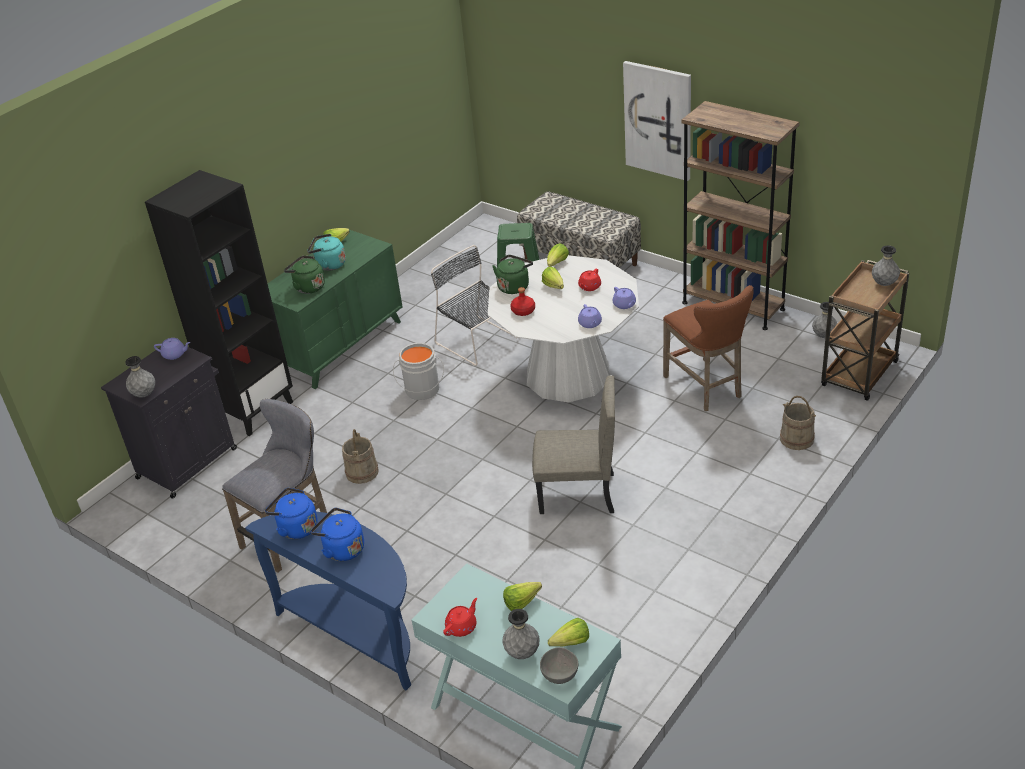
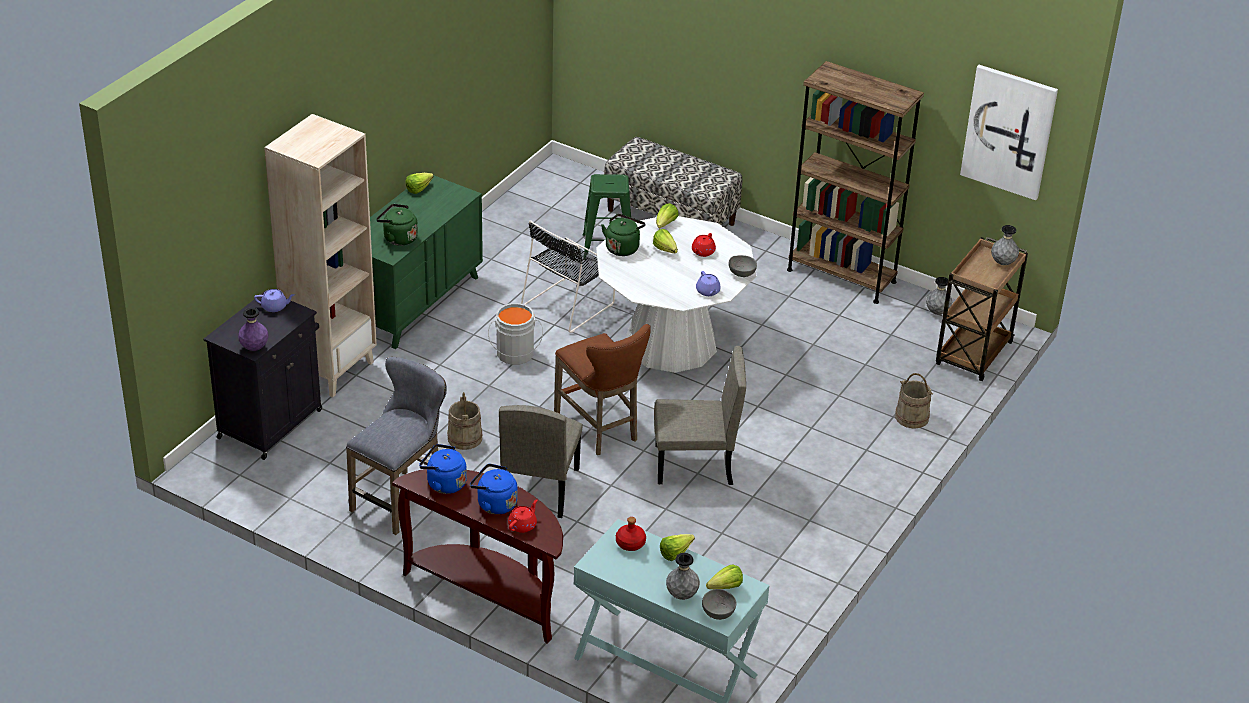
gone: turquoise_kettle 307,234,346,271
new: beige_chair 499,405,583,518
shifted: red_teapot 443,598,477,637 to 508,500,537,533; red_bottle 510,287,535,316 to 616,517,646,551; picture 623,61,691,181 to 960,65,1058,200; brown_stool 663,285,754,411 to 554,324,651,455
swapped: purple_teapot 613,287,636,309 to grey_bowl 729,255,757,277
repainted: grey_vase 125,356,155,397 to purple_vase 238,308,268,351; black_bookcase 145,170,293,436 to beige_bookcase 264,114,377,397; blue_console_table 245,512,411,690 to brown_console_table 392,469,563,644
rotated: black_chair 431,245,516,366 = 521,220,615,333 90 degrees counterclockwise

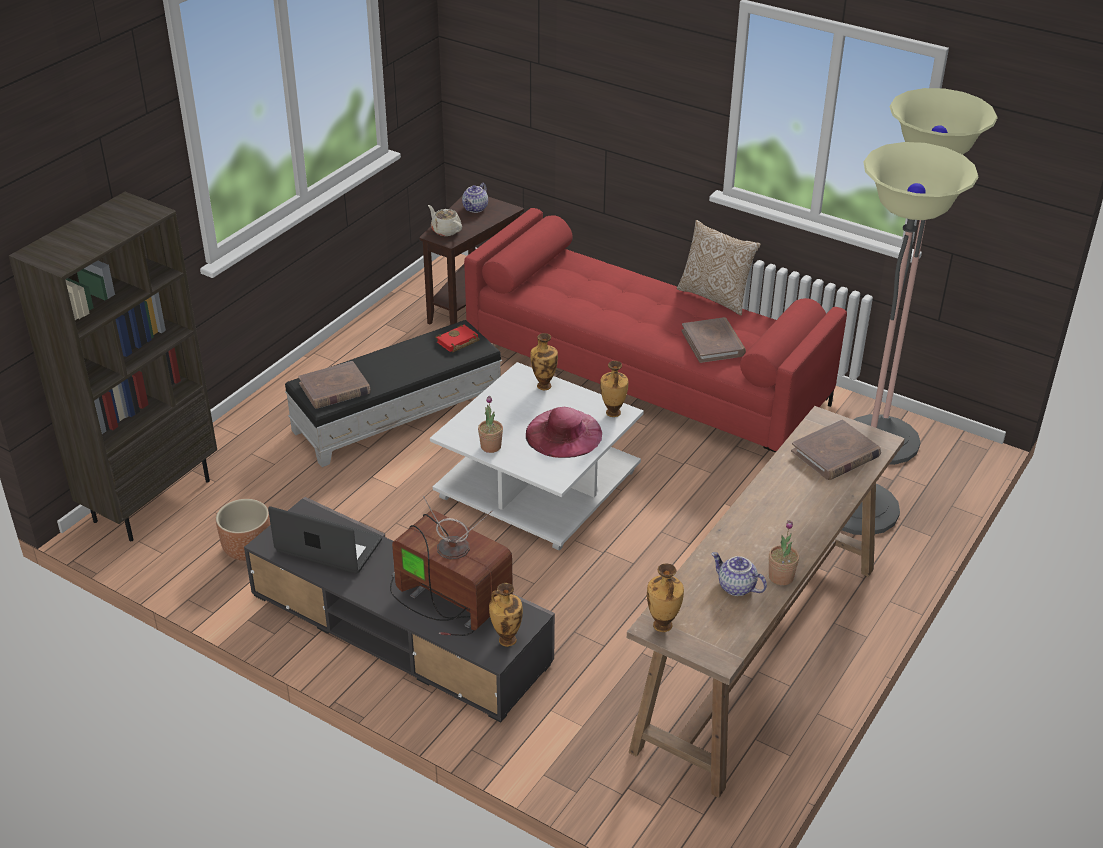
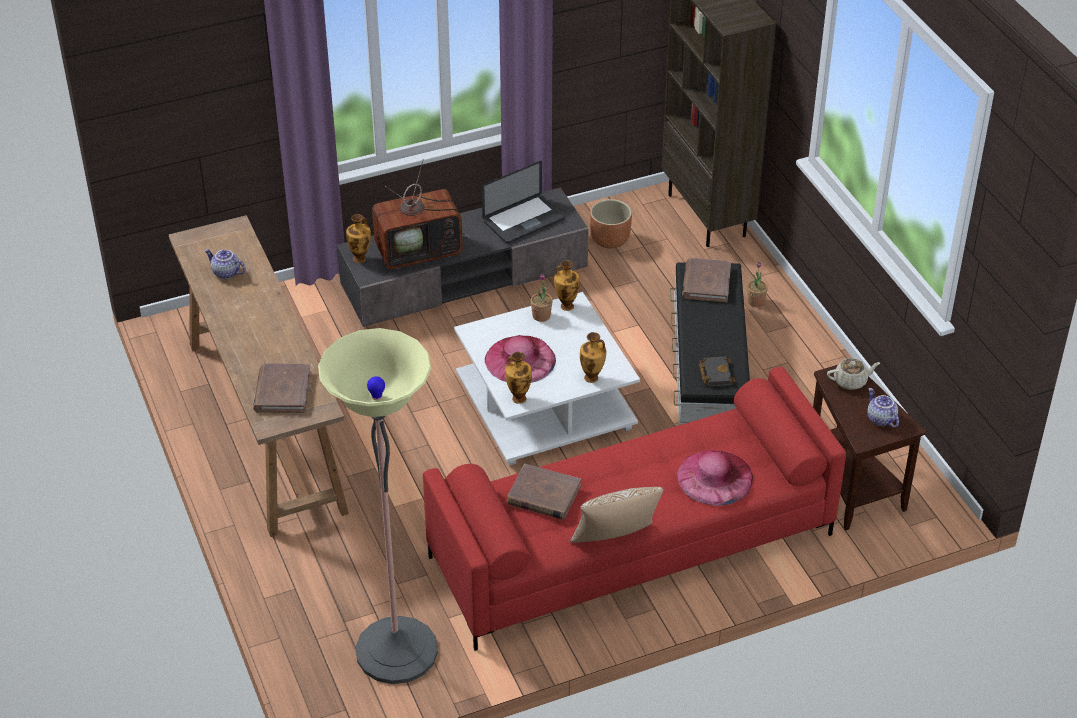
gone: floor_lamp 842,142,979,535
new: pink_hat 677,450,753,505
shifted: vase 647,563,684,632 to 554,260,580,311; potted_plant 769,520,799,585 to 747,262,768,307
repainted: red_book 435,324,480,352 to black_book 699,356,736,387
rotated: teapot 712,552,767,596 = 204,249,245,279 135 degrees counterclockwise

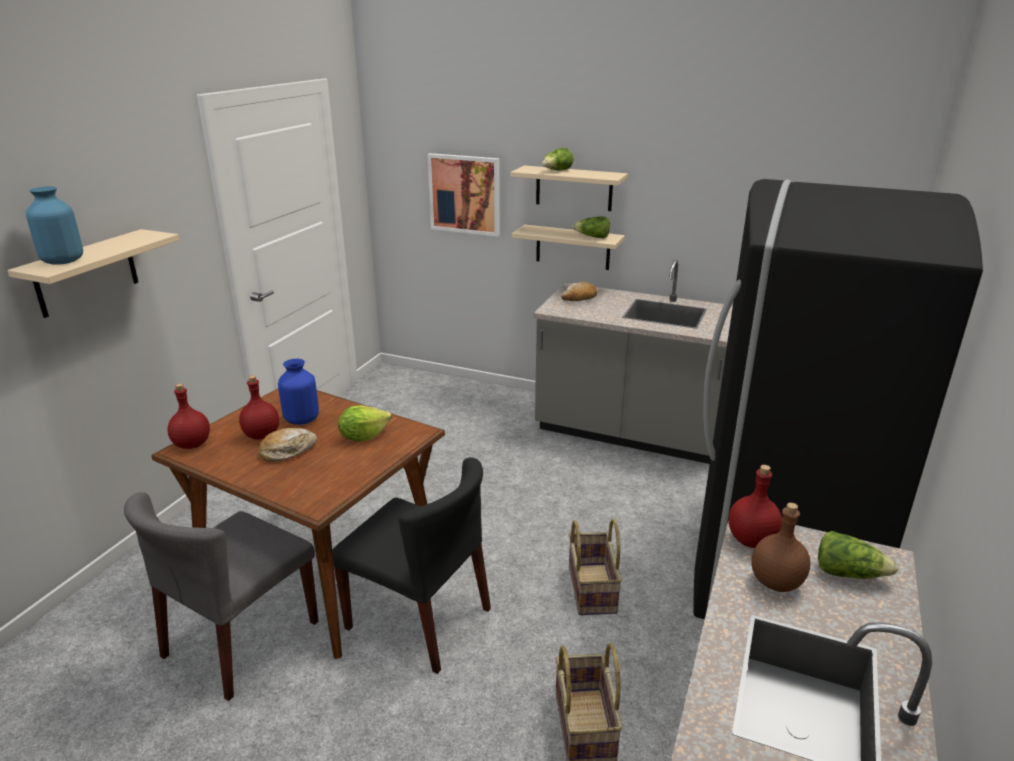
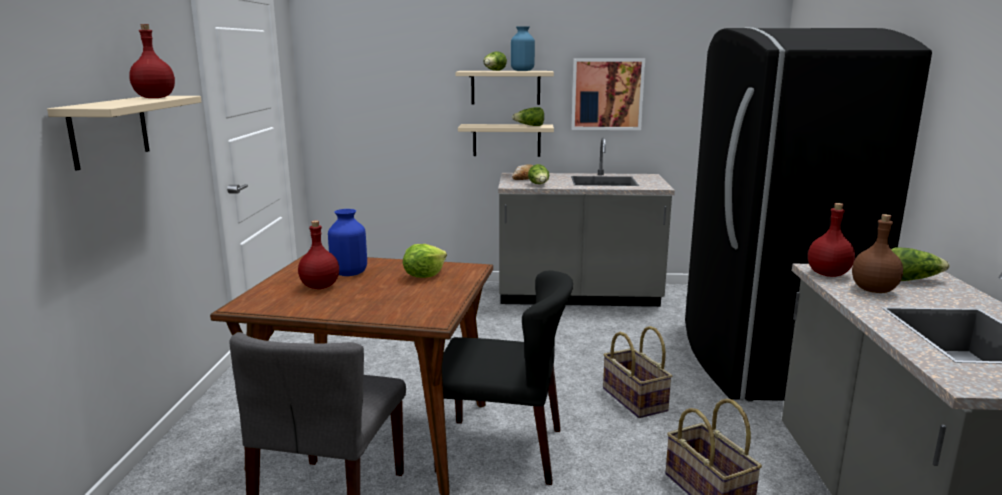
gone: bread 259,428,317,462
new: lettuce 528,164,549,184
shifted: blue_vase 26,186,83,265 to 511,26,535,71; red_bottle 167,384,210,449 to 129,24,175,98; picture 427,153,500,237 to 571,58,645,130

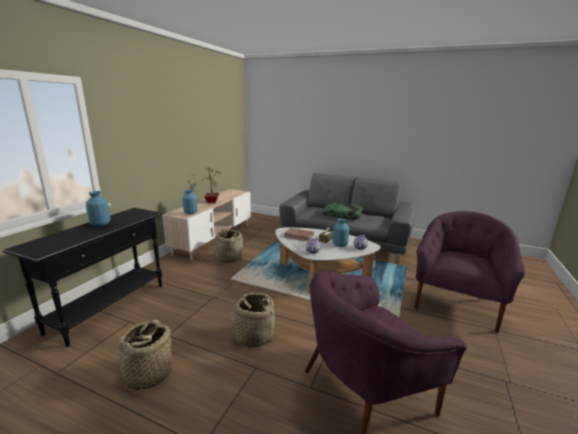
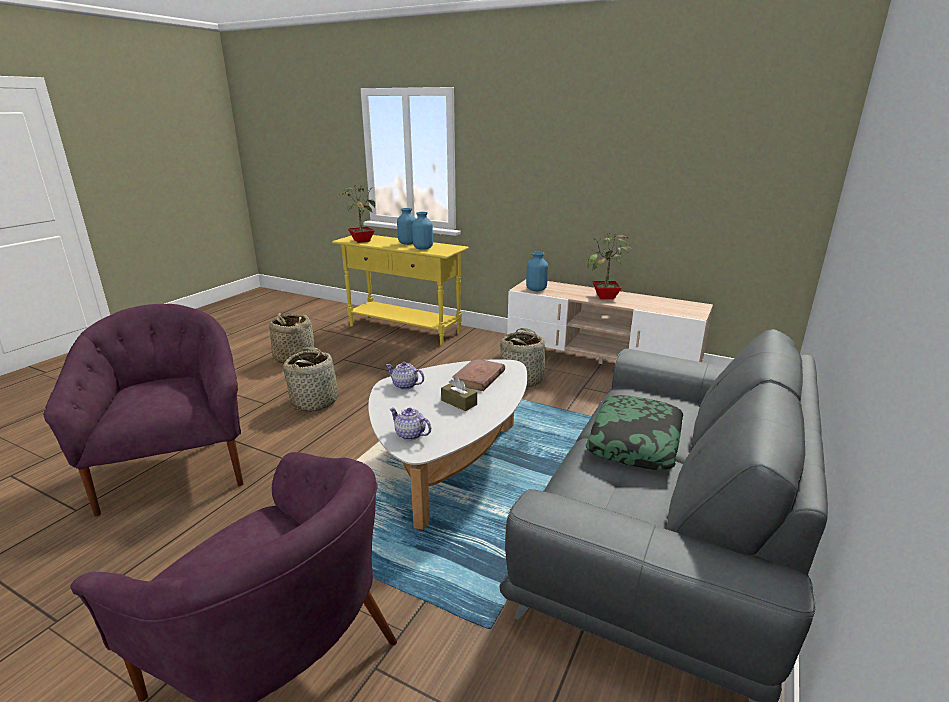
new: potted_plant 340,184,375,243
shifted: blue_vase 333,218,349,247 to 412,212,433,250
repainted: black_console_table 3,208,163,347 to yellow_console_table 332,235,469,346

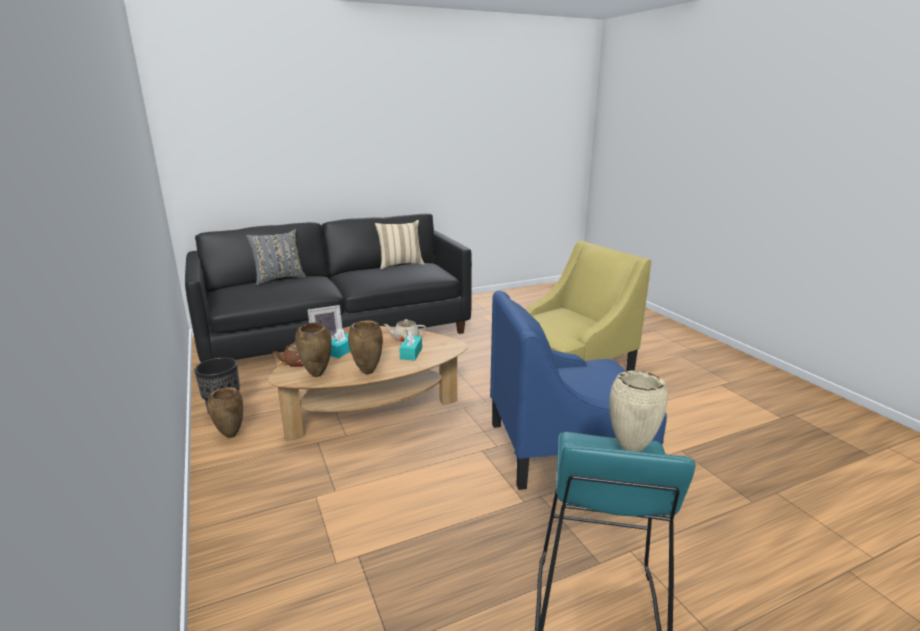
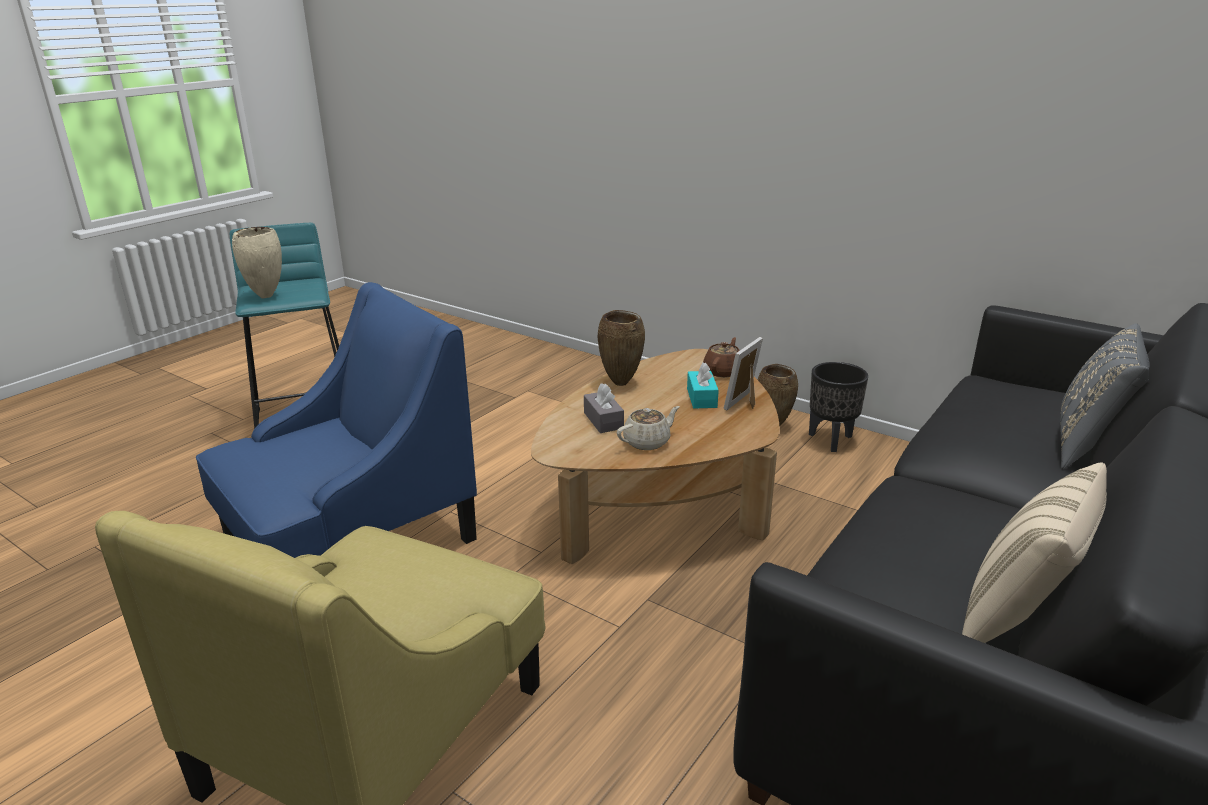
gone: brown_vase 295,322,332,377
repainted: turquoise_tissue_box 400,330,422,360 to grey_tissue_box 584,383,624,433

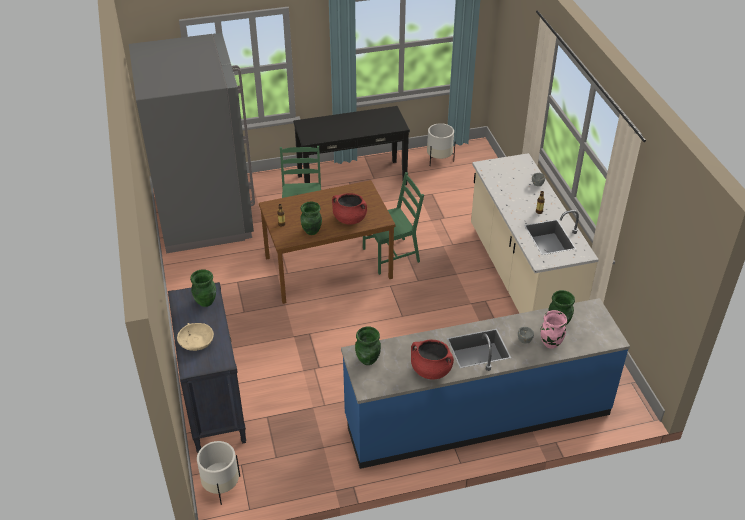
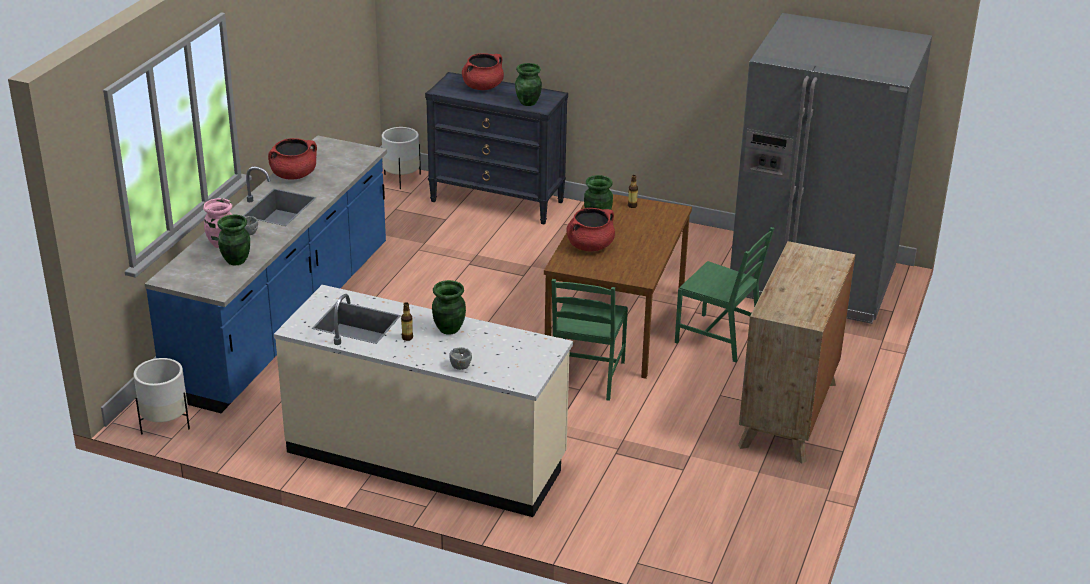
shifted: green_vase 355,326,381,365 to 432,280,466,335; white_planter 427,123,455,166 to 134,358,190,435
swapped: beige_bowl 177,323,214,351 to red_cooking_pot 462,53,504,90; black_console_table 293,106,410,185 to brown_dresser 738,241,855,464

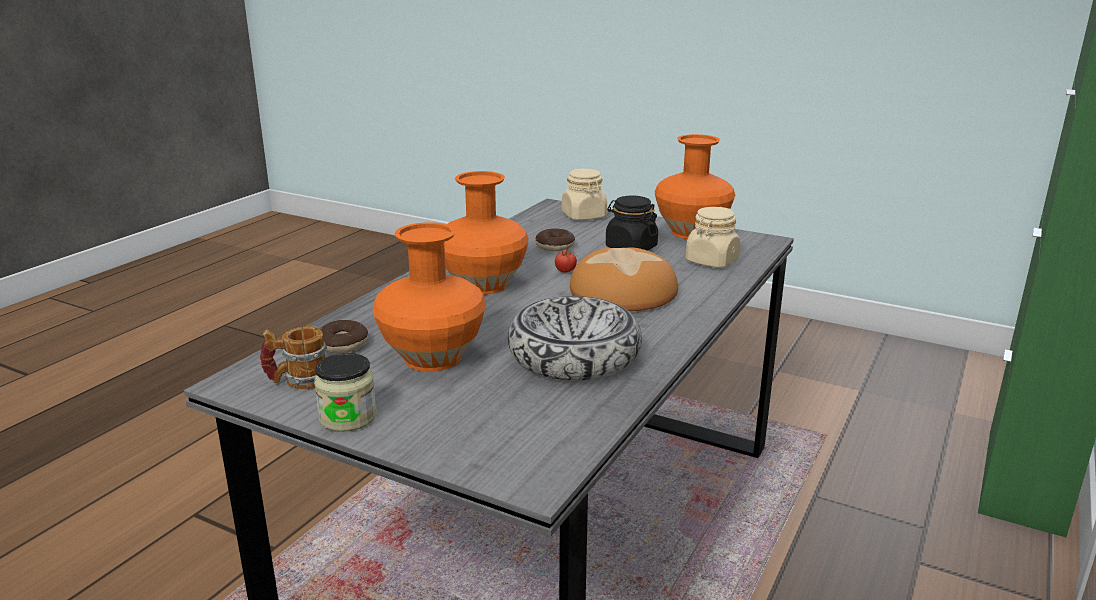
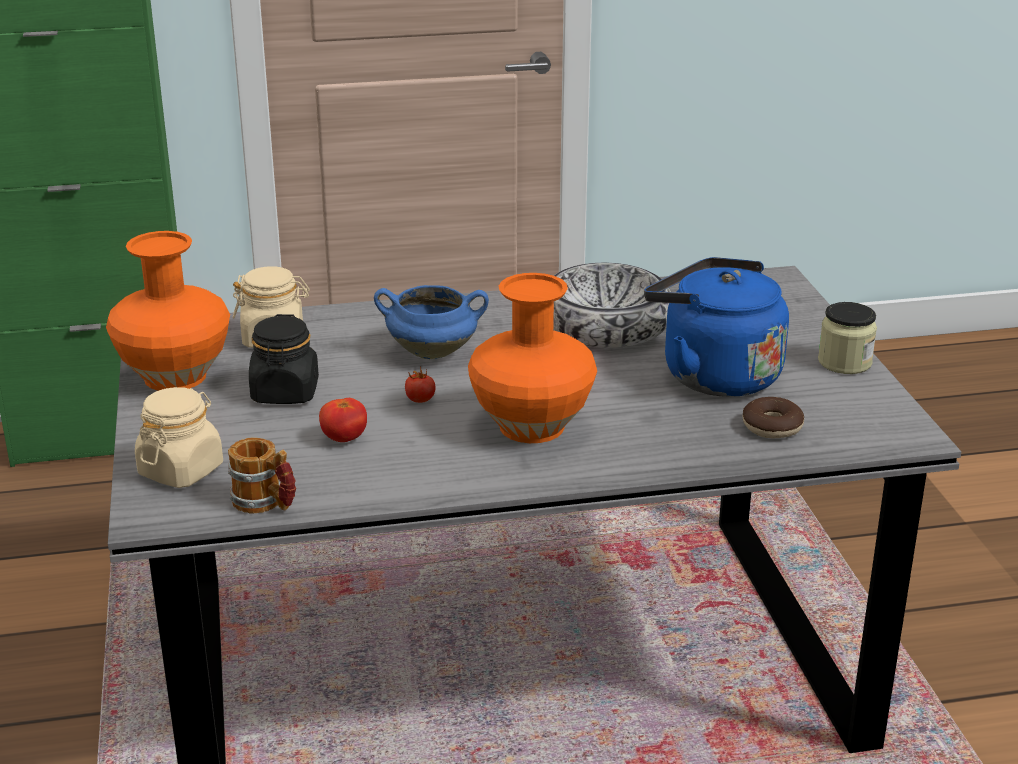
shifted: mug 260,326,327,389 to 228,438,296,513
swapped: orange_vase 372,222,486,372 to blue_kettle 644,257,789,397; donut 535,228,575,251 to tomato 319,398,367,442; bread 570,248,678,311 to blue_cooking_pot 374,285,489,359

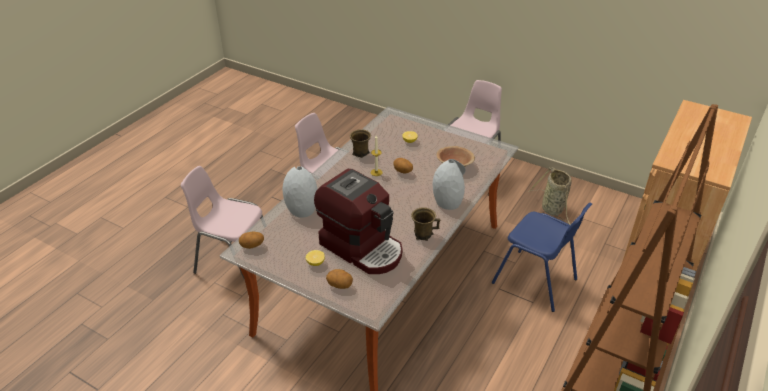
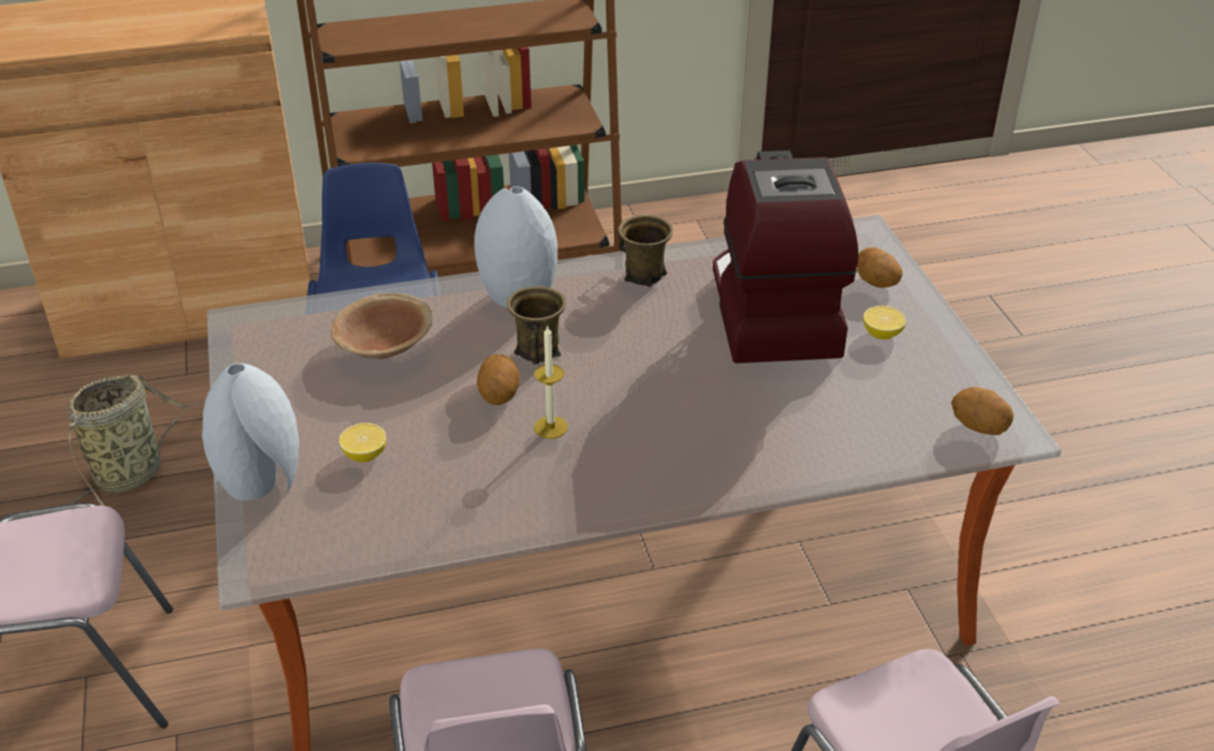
shifted: grey_vase 283,166,318,218 to 202,363,299,501; brown_mug 350,129,371,158 to 507,286,566,364

